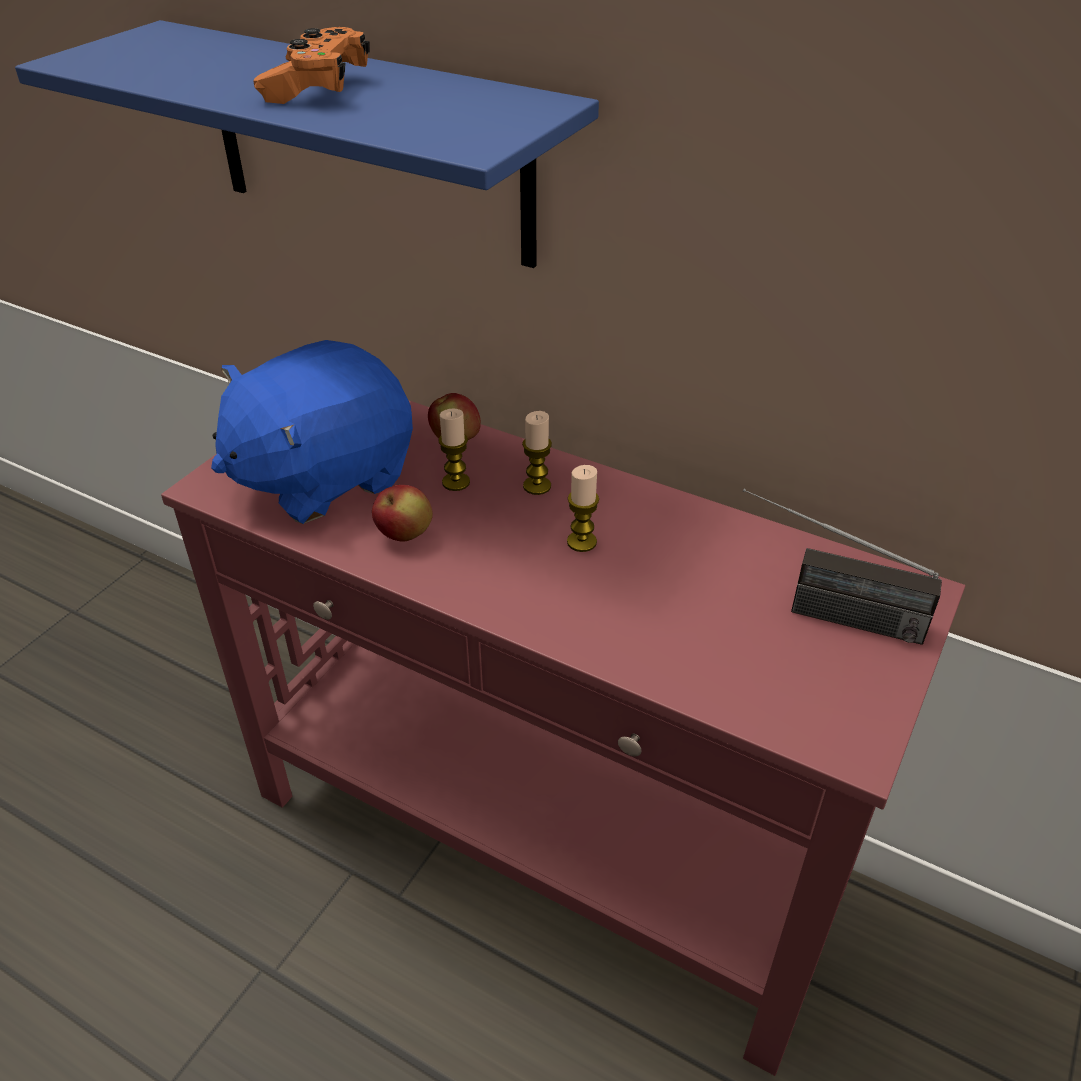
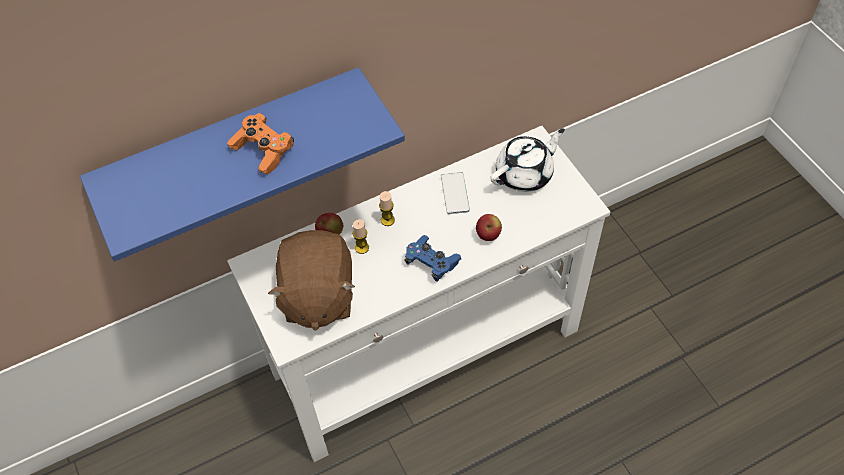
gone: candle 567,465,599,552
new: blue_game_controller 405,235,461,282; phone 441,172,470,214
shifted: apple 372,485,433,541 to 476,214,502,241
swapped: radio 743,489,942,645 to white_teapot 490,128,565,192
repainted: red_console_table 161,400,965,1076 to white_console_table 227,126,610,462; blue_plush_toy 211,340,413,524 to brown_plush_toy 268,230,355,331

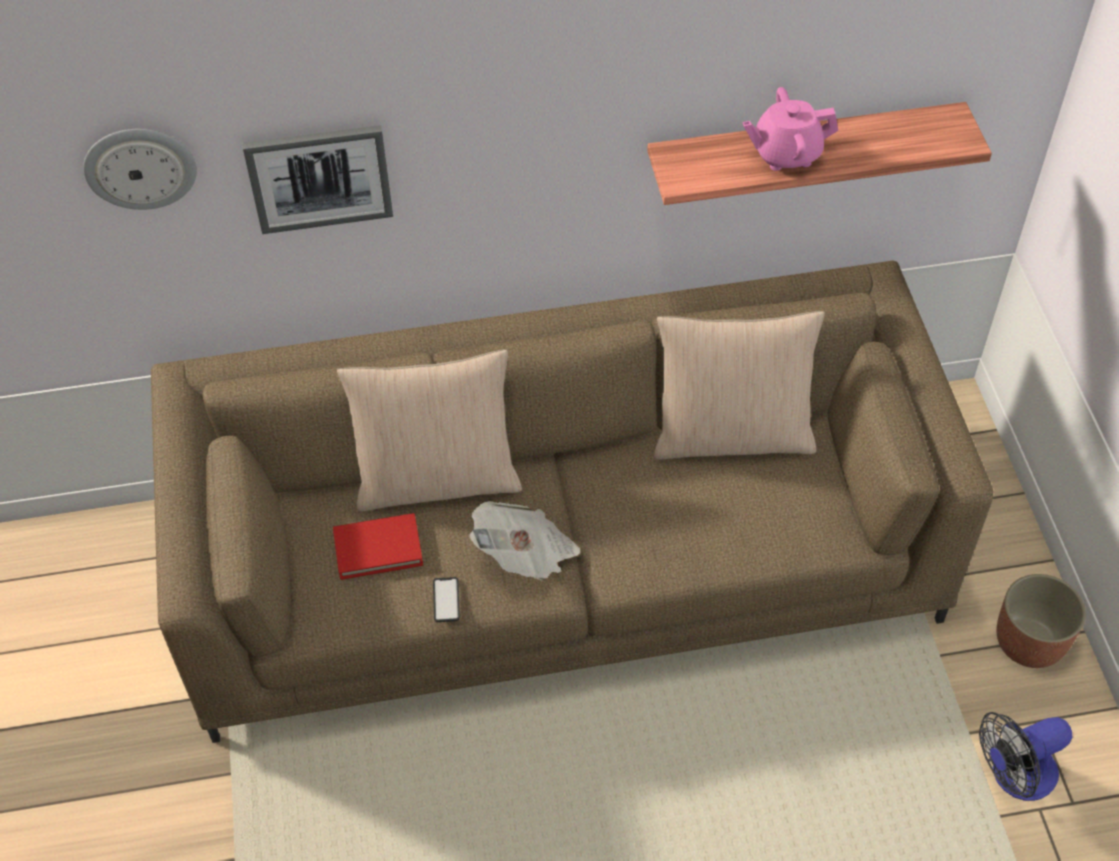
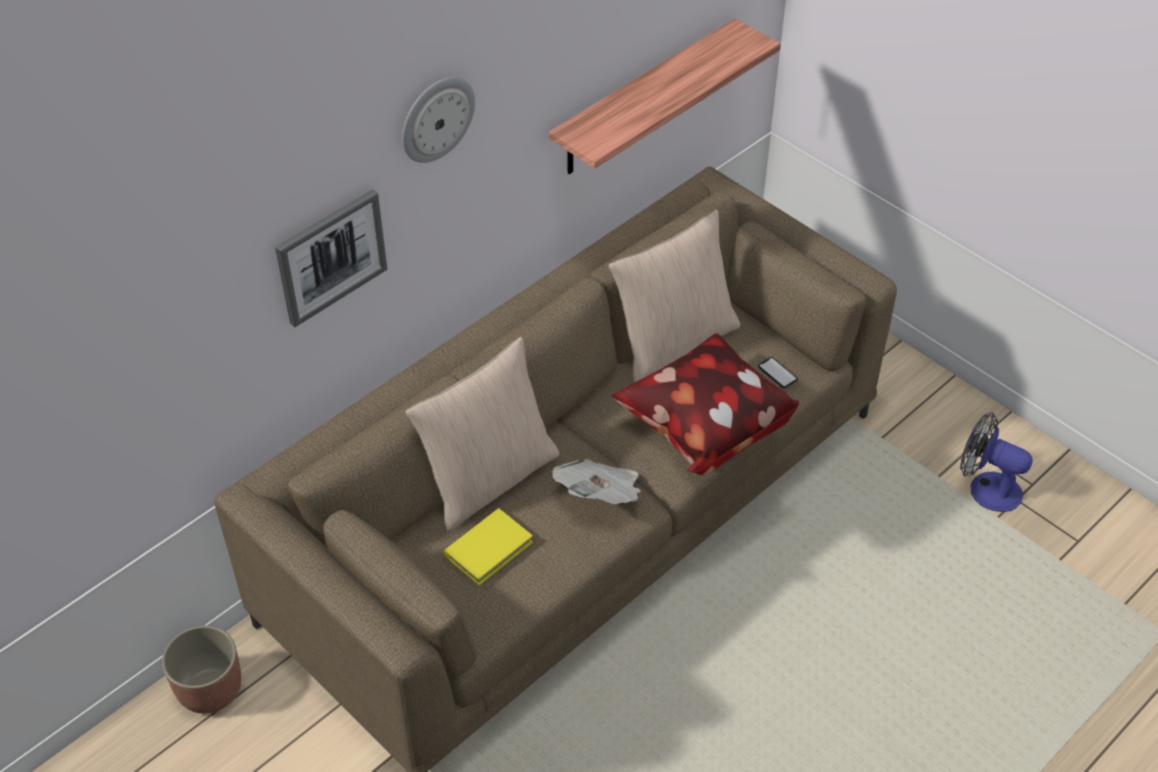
gone: pink_teapot 742,87,838,171
new: pillow 611,333,799,476
shifted: wall_clock 83,129,197,210 to 402,77,475,163; phone 433,577,460,622 to 758,357,798,388; planter 997,574,1086,668 to 162,625,241,714
repainted: red_book 333,513,423,580 to yellow_book 444,508,533,586
rotated: fan 979,712,1072,801 = 960,412,1033,512 90 degrees clockwise

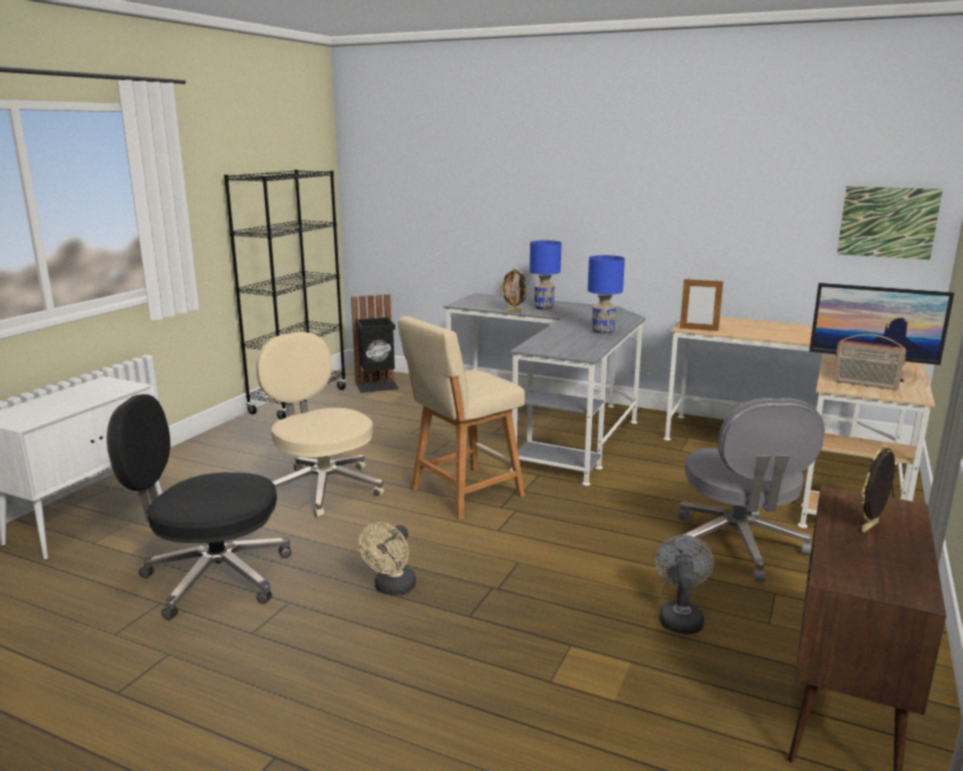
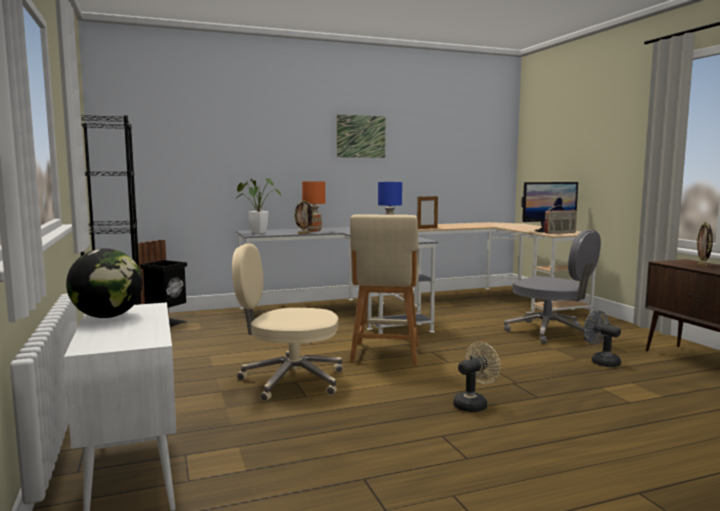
gone: black_office_chair 107,394,291,620
new: globe 66,248,143,318; potted_plant 236,178,281,234
shifted: picture 837,186,943,260 to 337,115,385,158
repainted: blue_table_lamp 530,240,561,310 to orange_table_lamp 302,181,325,232
rotated: beige_fan 359,522,416,595 = 453,342,500,412 105 degrees counterclockwise

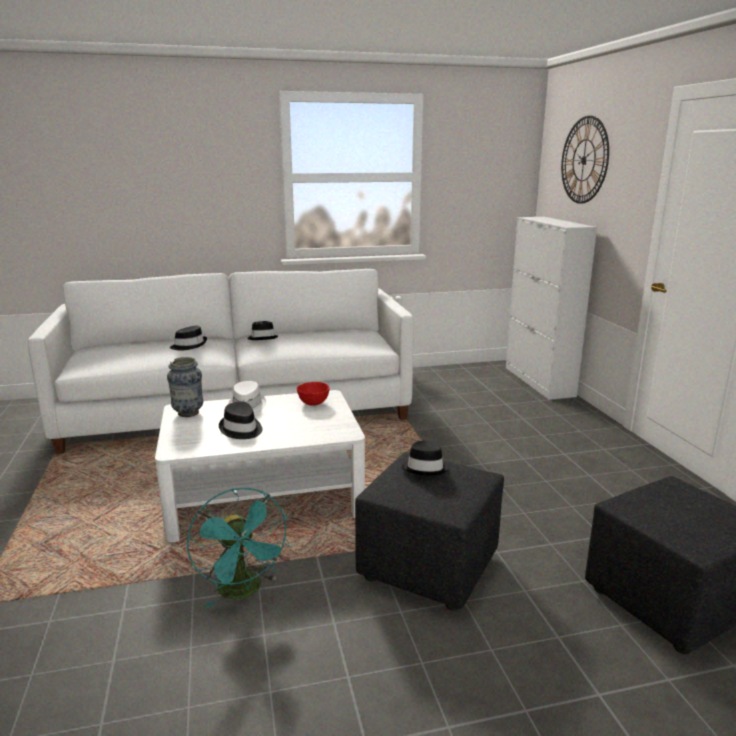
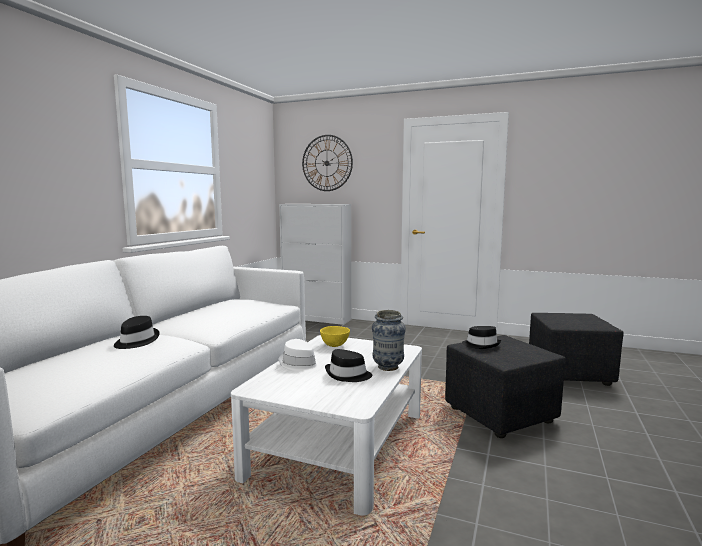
gone: turquoise_fan 187,488,290,608; black_hat 247,321,278,340
shifted: vase 167,357,203,417 to 372,310,406,371
repainted: red_bowl 297,382,330,406 to yellow_bowl 320,326,350,347

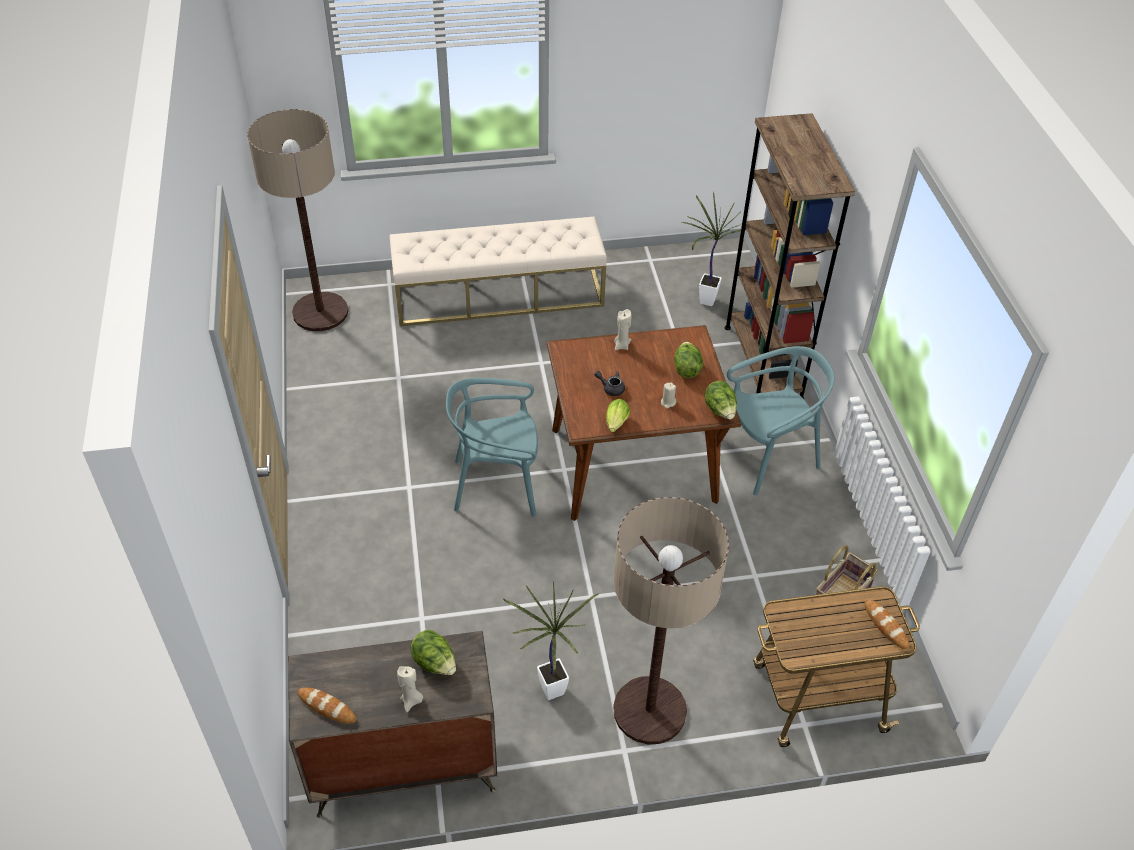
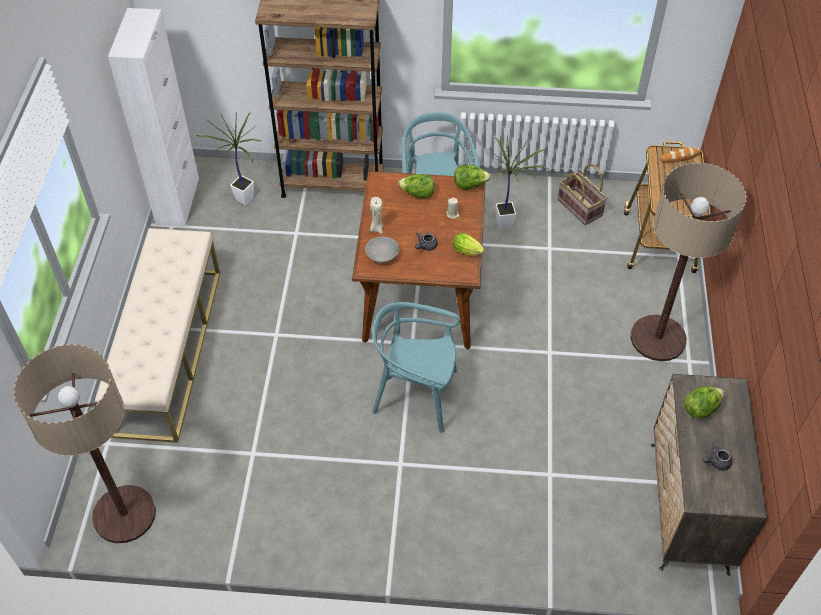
gone: bread 298,687,356,724; beige_candle 397,666,423,712
new: white_cabinet 108,8,199,227; grey_bowl 365,237,399,263; grey_teapot 703,443,733,470
shifted: potted_plant 502,581,599,700 to 490,135,549,231
rotated: turquoise_chair 446,378,538,517 = 372,302,460,433 90 degrees clockwise

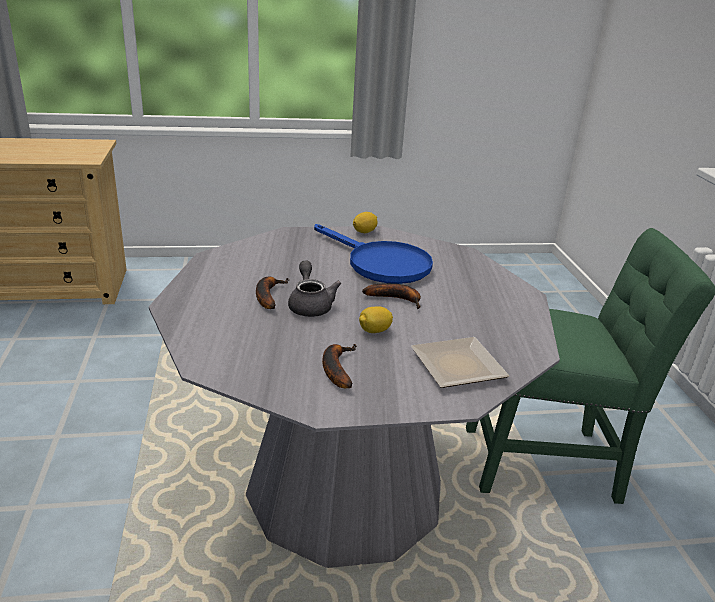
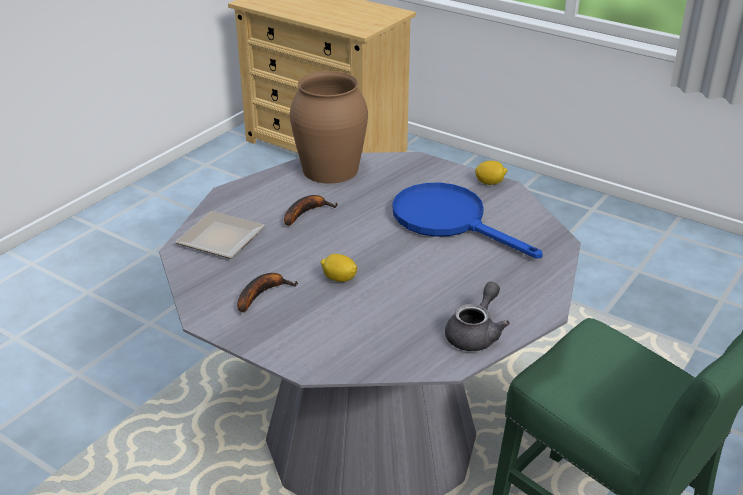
gone: banana 362,283,421,310
new: brown_vase 290,71,368,184
shifted: grey_teapot 288,260,341,317 to 445,282,510,351; plate 411,337,509,388 to 175,211,266,259
rotated: blue_frying_pan 314,224,433,284 = 393,183,543,258 135 degrees clockwise

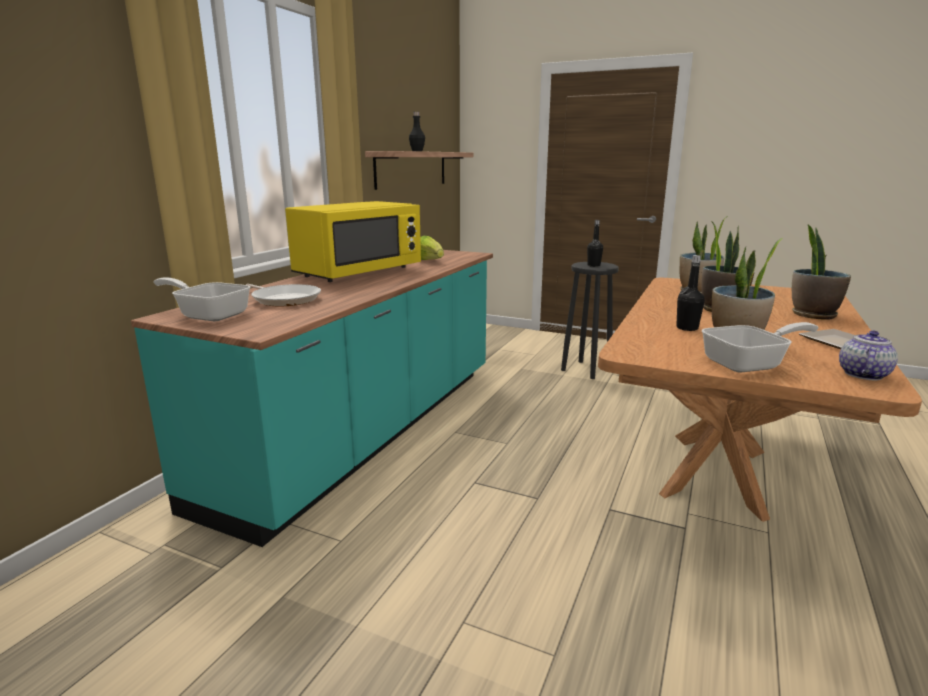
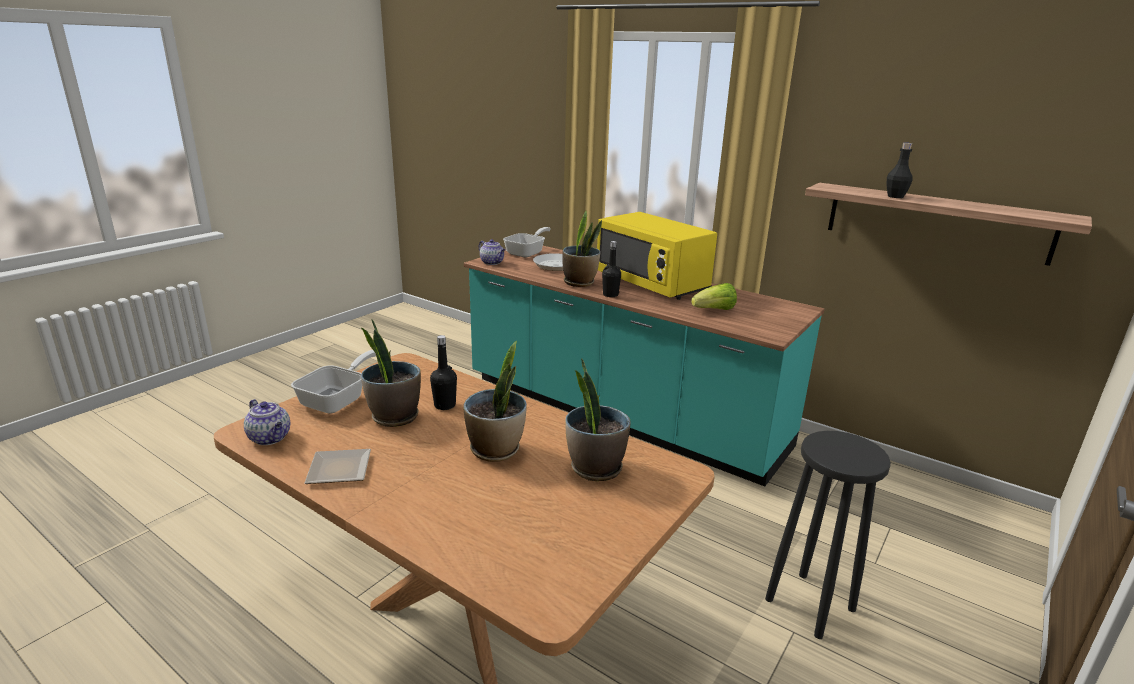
new: teapot 479,239,506,265
shifted: black_bottle 587,220,603,267 to 602,241,621,297; potted_plant 792,224,851,320 to 562,211,602,287
rotated: frying_pan 702,322,819,373 = 291,350,376,414 150 degrees counterclockwise

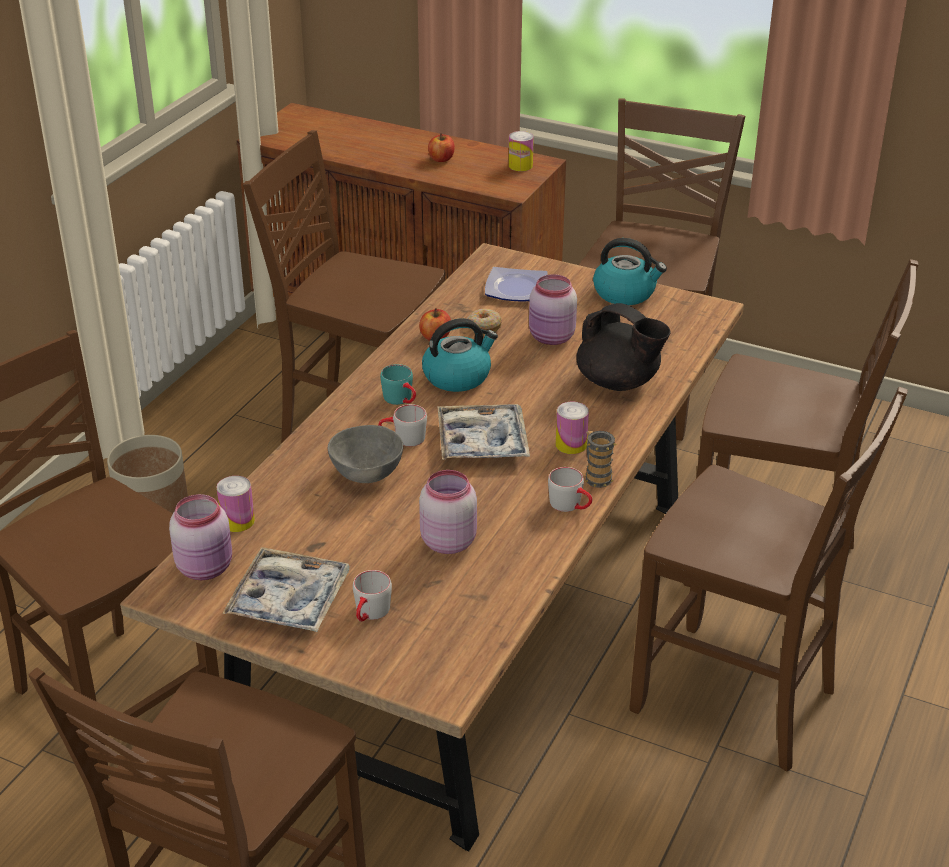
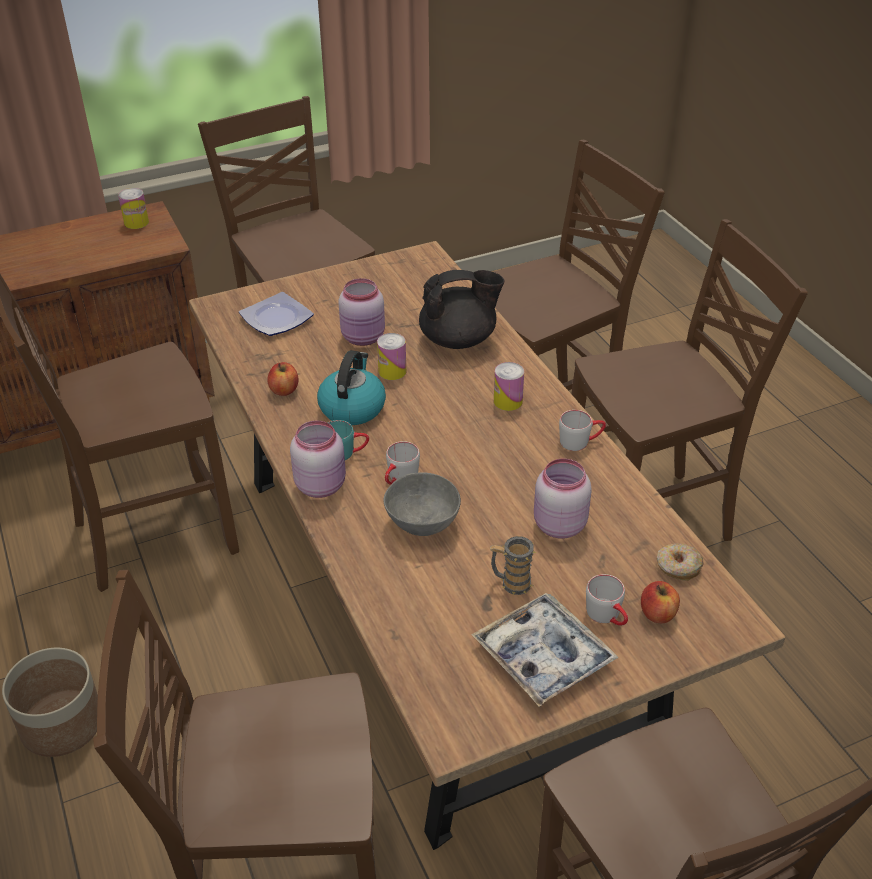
gone: tray 437,404,530,460; kettle 593,238,667,305
shifted: pink_jar 169,494,232,580 to 290,421,346,498; can 217,476,255,532 to 377,333,406,380; apple 428,133,455,162 to 641,581,680,623; donut 467,309,502,335 to 657,544,704,581; mug 584,431,616,488 to 490,536,536,595

